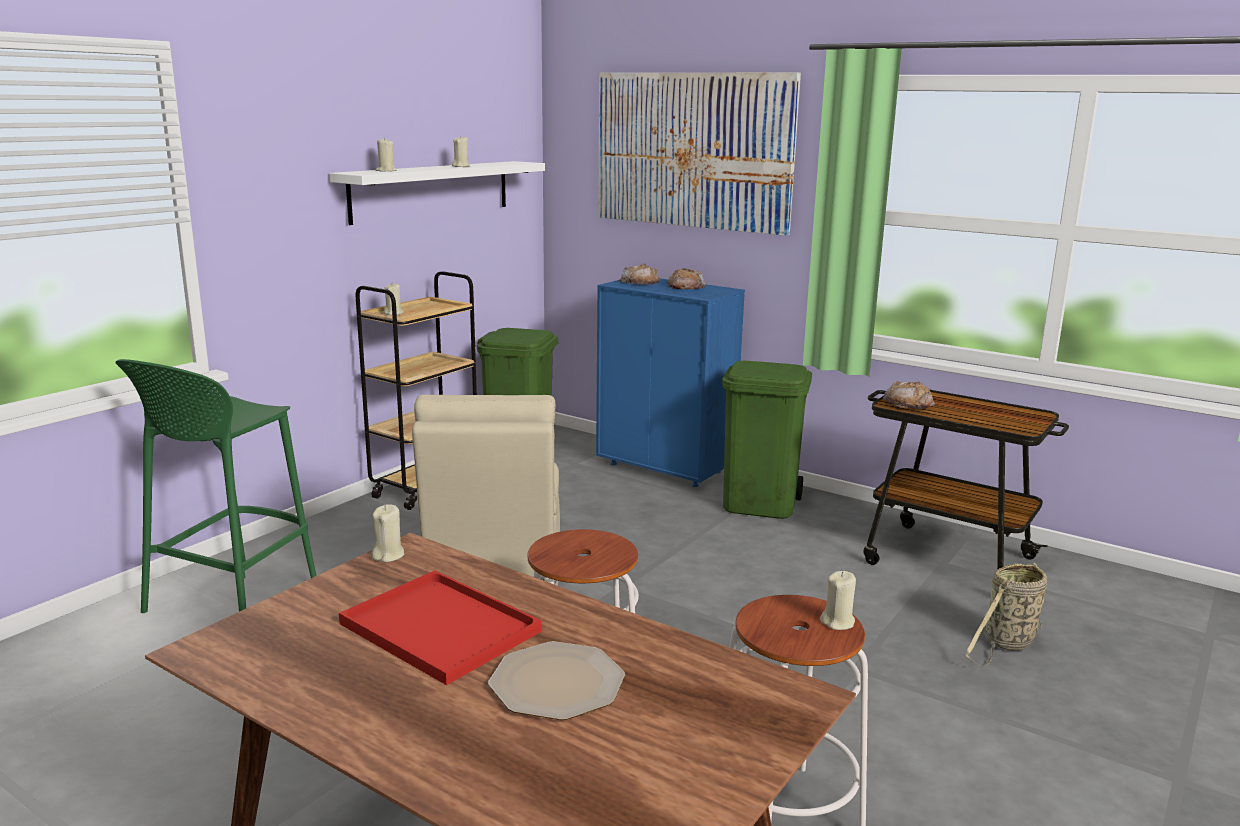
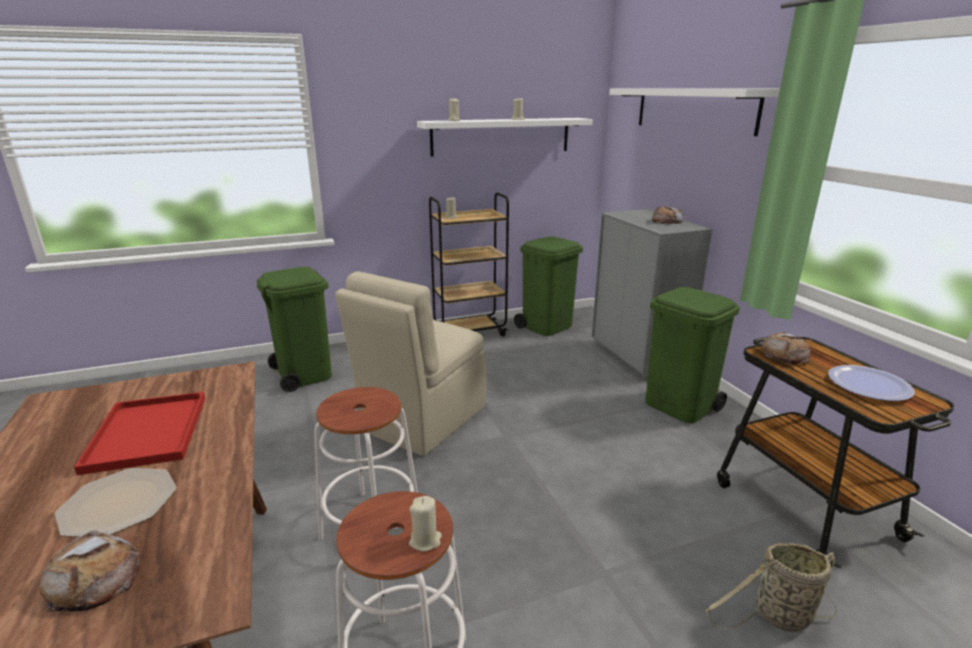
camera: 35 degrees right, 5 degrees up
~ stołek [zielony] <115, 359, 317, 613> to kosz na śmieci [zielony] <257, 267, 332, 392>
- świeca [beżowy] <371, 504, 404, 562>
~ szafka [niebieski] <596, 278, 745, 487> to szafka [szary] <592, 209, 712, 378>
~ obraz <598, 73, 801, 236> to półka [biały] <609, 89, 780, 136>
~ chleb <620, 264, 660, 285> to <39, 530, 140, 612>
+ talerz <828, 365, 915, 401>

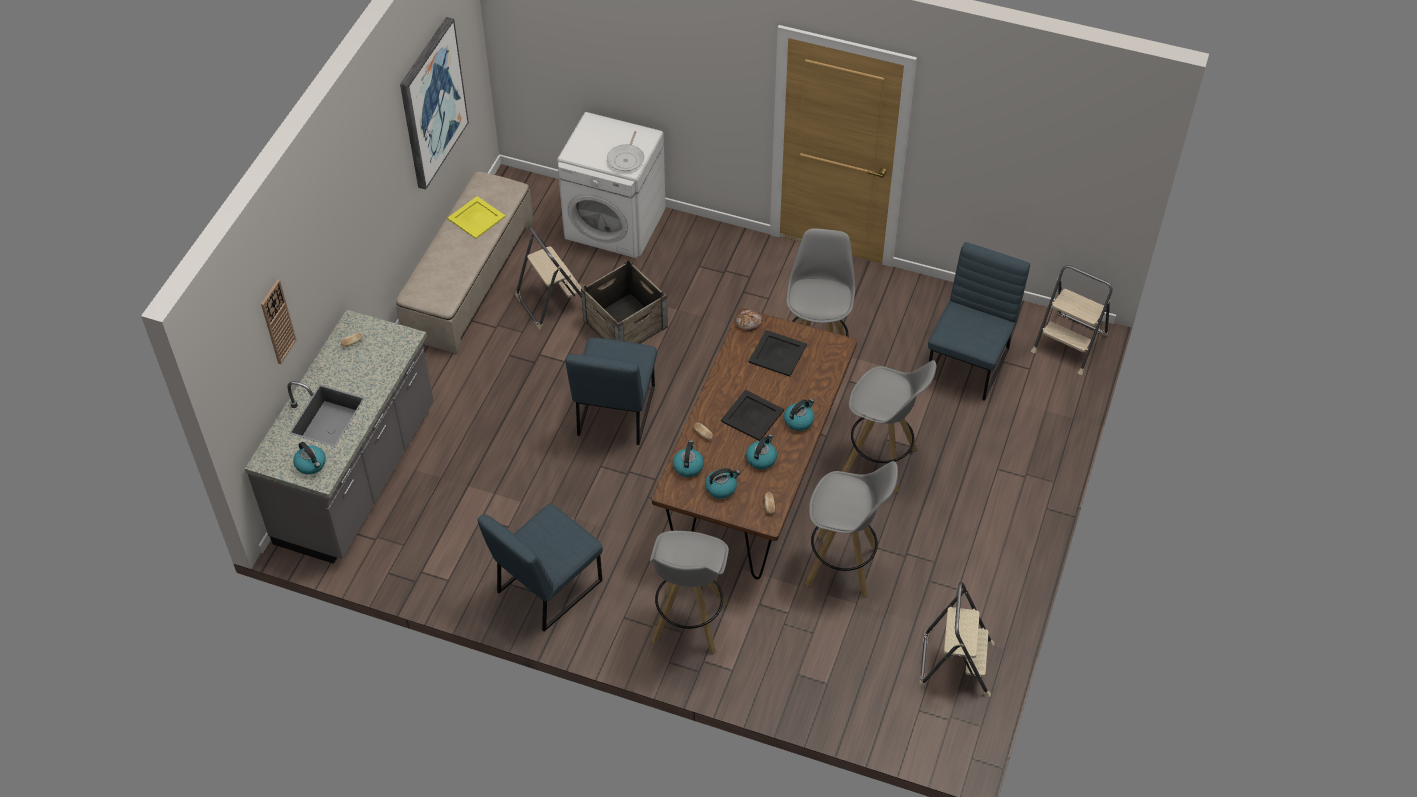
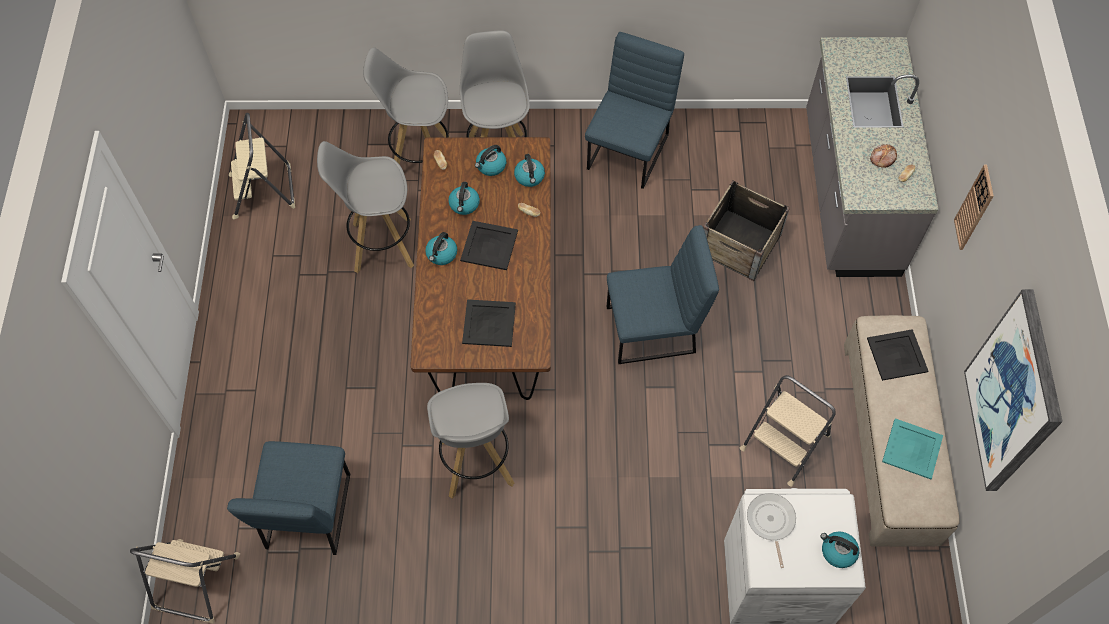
camera: 160 degrees right, 10 degrees up
~ zegar ścienny <261, 279, 296, 364> to <954, 164, 994, 250>
~ czajnik <293, 442, 326, 475> to <820, 531, 859, 568>
~ taca [żółty] <448, 196, 506, 239> to taca [turkusowy] <882, 418, 943, 479>
~ krzesło [niebieski] <565, 338, 657, 445> = <607, 225, 719, 364> 90 degrees clockwise
~ skrzynka <581, 260, 668, 344> to <703, 180, 790, 281>
~ chleb <736, 310, 763, 331> to <870, 144, 897, 168>
~ stołek [szary] <842, 360, 936, 493> to <363, 48, 450, 165>
+ taca [czarny] <867, 329, 928, 381>

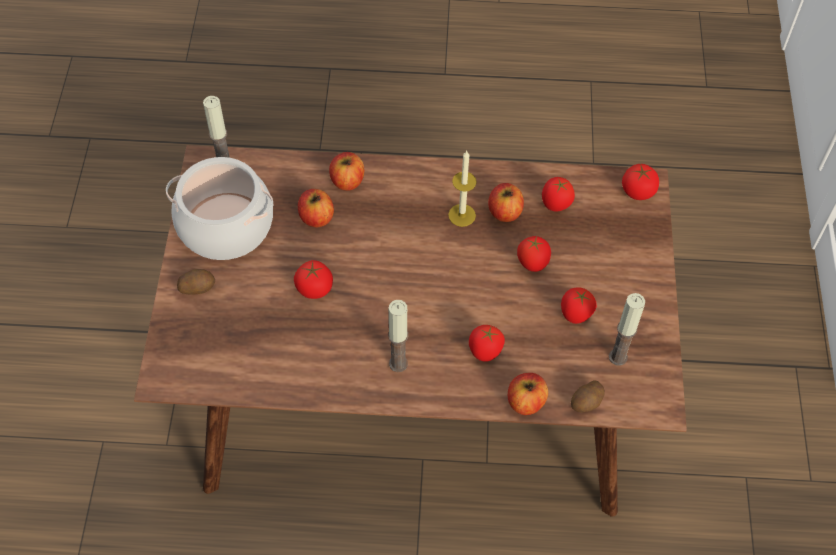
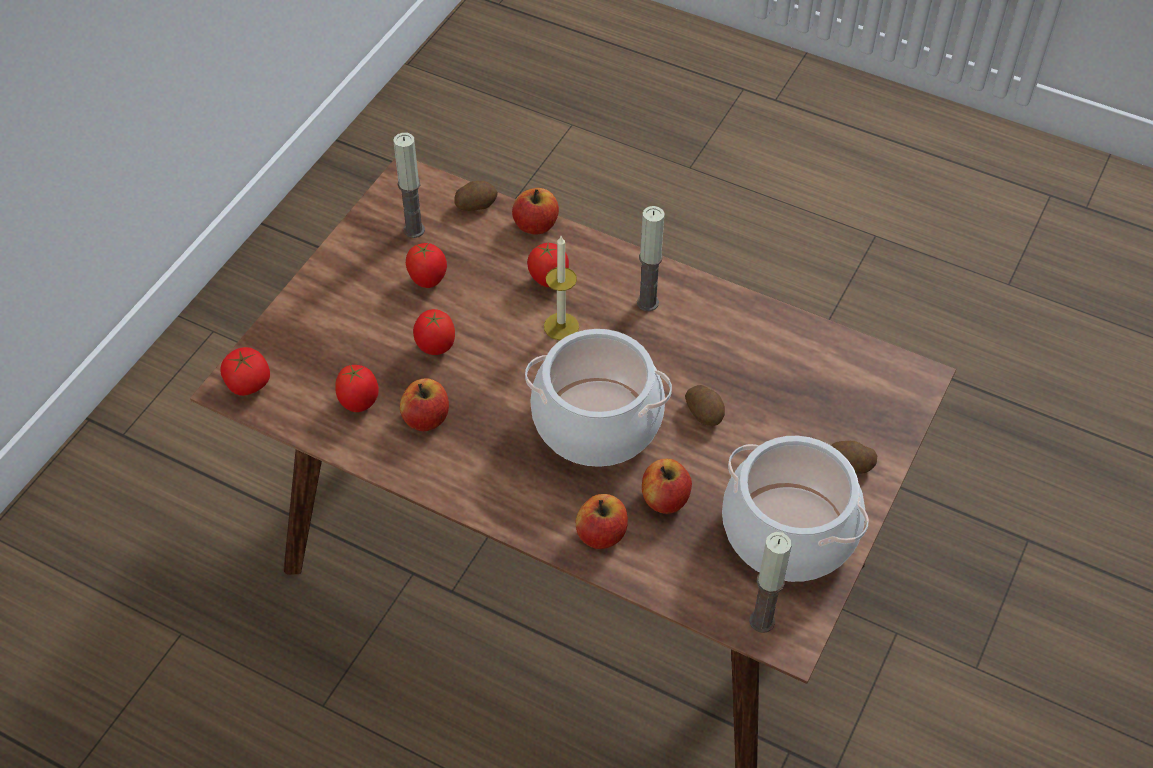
camera: 155 degrees left, 5 degrees down
~ pomidor <294, 260, 333, 299> to ziemniak <685, 385, 725, 426>
~ świeca <448, 151, 477, 227> to <544, 236, 579, 340>
+ garnek <525, 329, 672, 467>

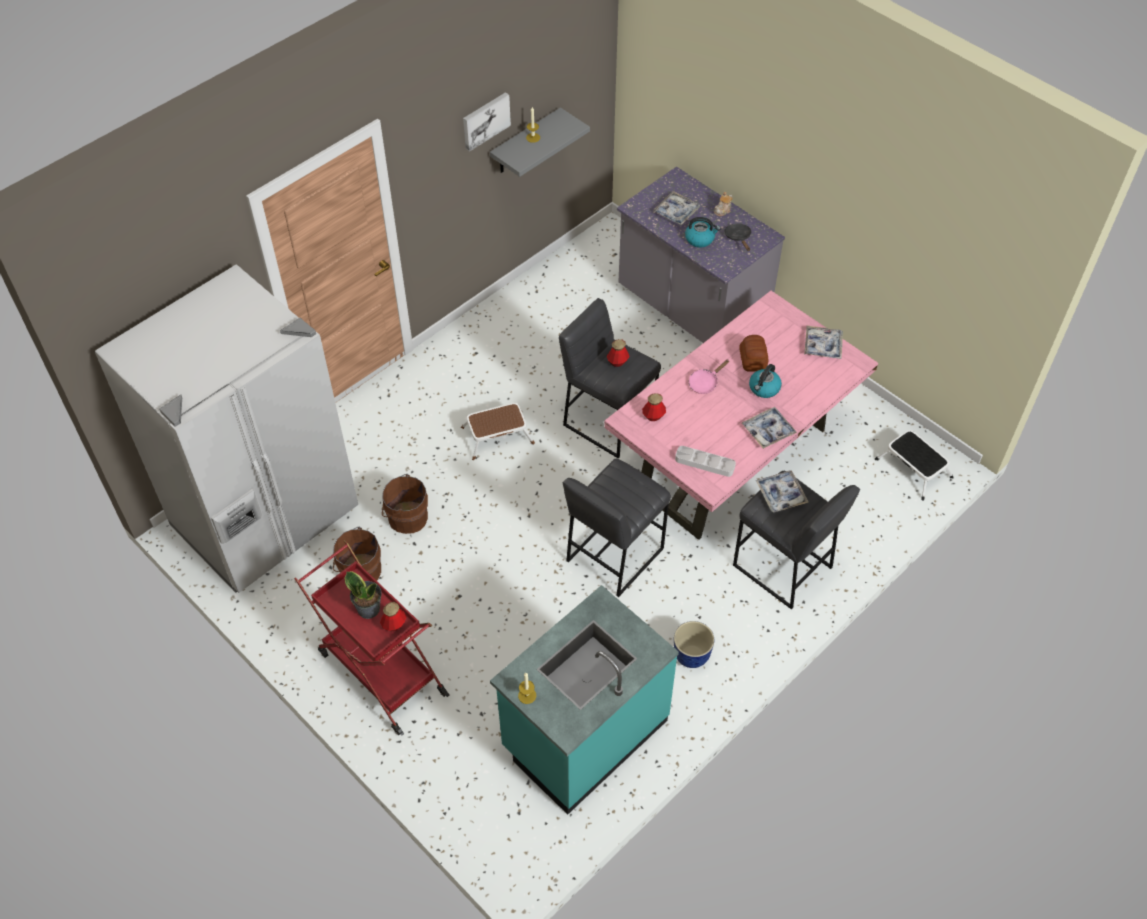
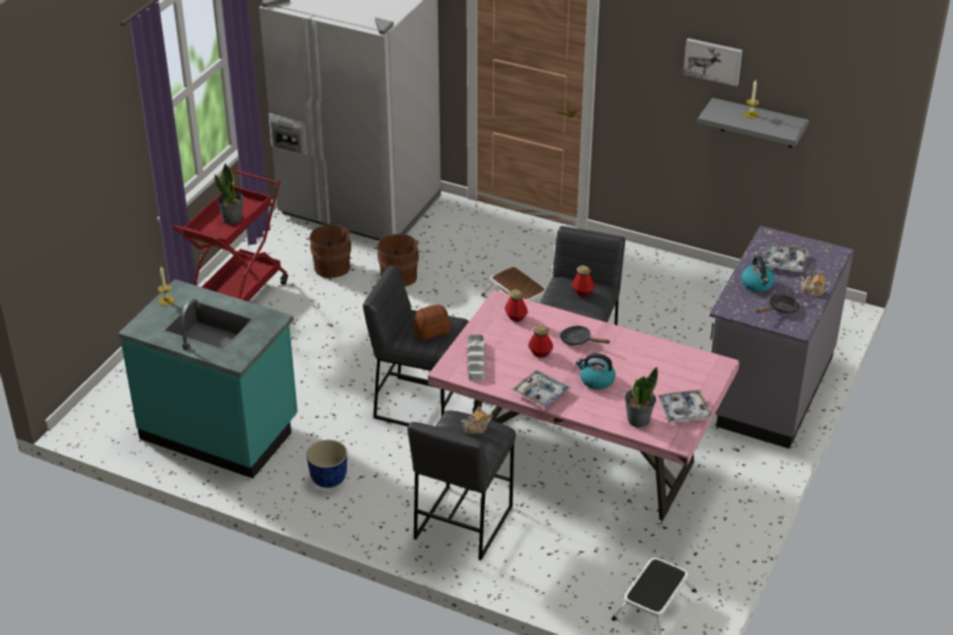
camera: 70 degrees right, 15 degrees down
~ butelka <380, 602, 407, 631> to <528, 325, 553, 358>
~ patelnia [różowy] <689, 360, 729, 394> to patelnia [czarny] <560, 326, 611, 346>
~ chleb <739, 335, 768, 372> to <413, 305, 451, 340>
~ taca <756, 470, 808, 513> to imbryk <461, 406, 492, 434>
+ roślina doniczkowa <625, 367, 658, 427>

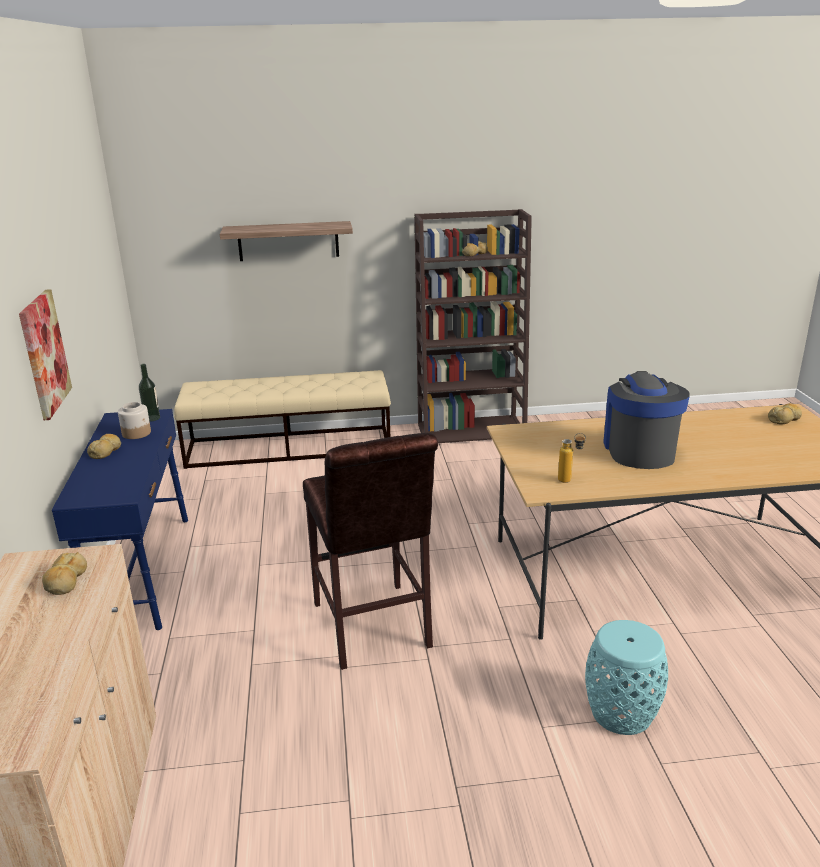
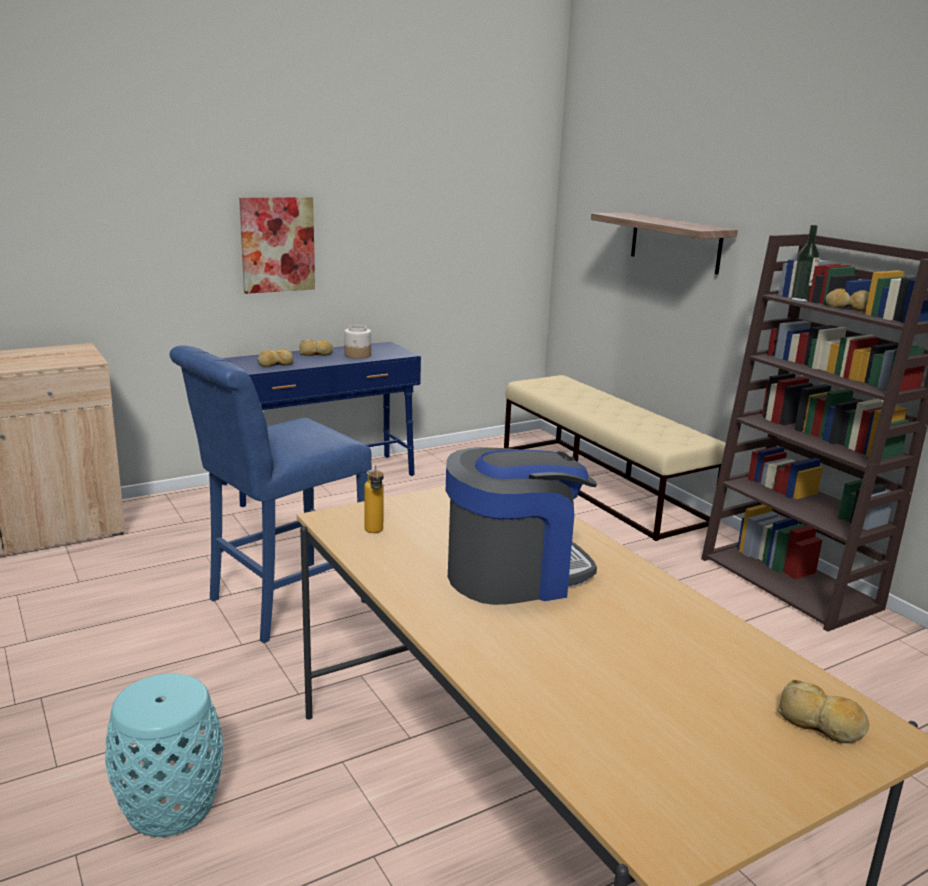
camera: 65 degrees right, 5 degrees down
~ chleb <42, 552, 87, 595> to <257, 349, 294, 367>
~ butelka <139, 364, 160, 422> to <791, 225, 820, 302>
~ stołek [brązowy] <303, 433, 438, 670> to stołek [niebieski] <170, 345, 372, 643>

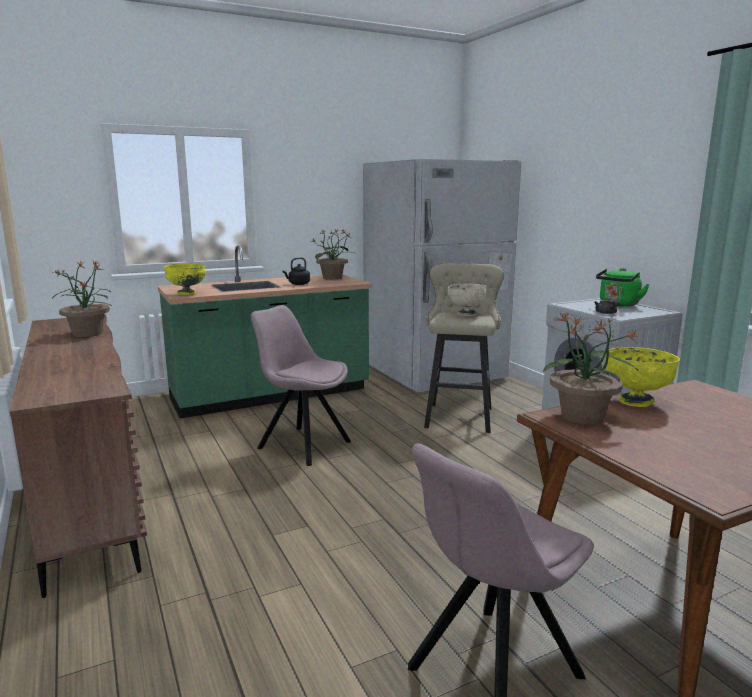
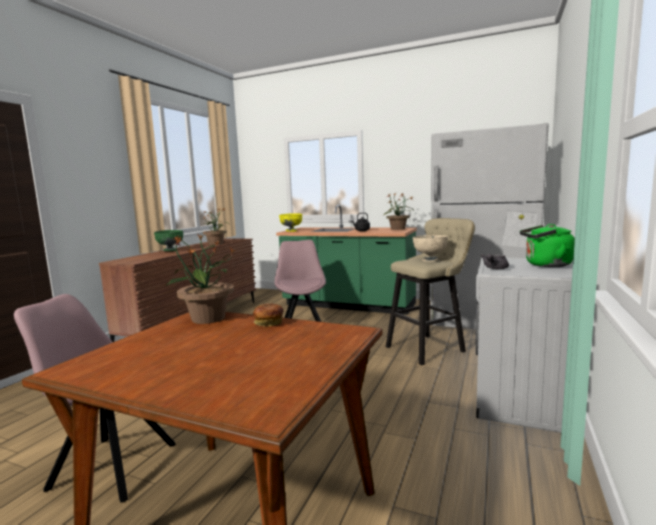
camera: 50 degrees right, 5 degrees down
~ miska [żółty] <605, 347, 680, 407> to chleb <253, 303, 284, 327>
+ miska [zielony] <154, 230, 183, 251>

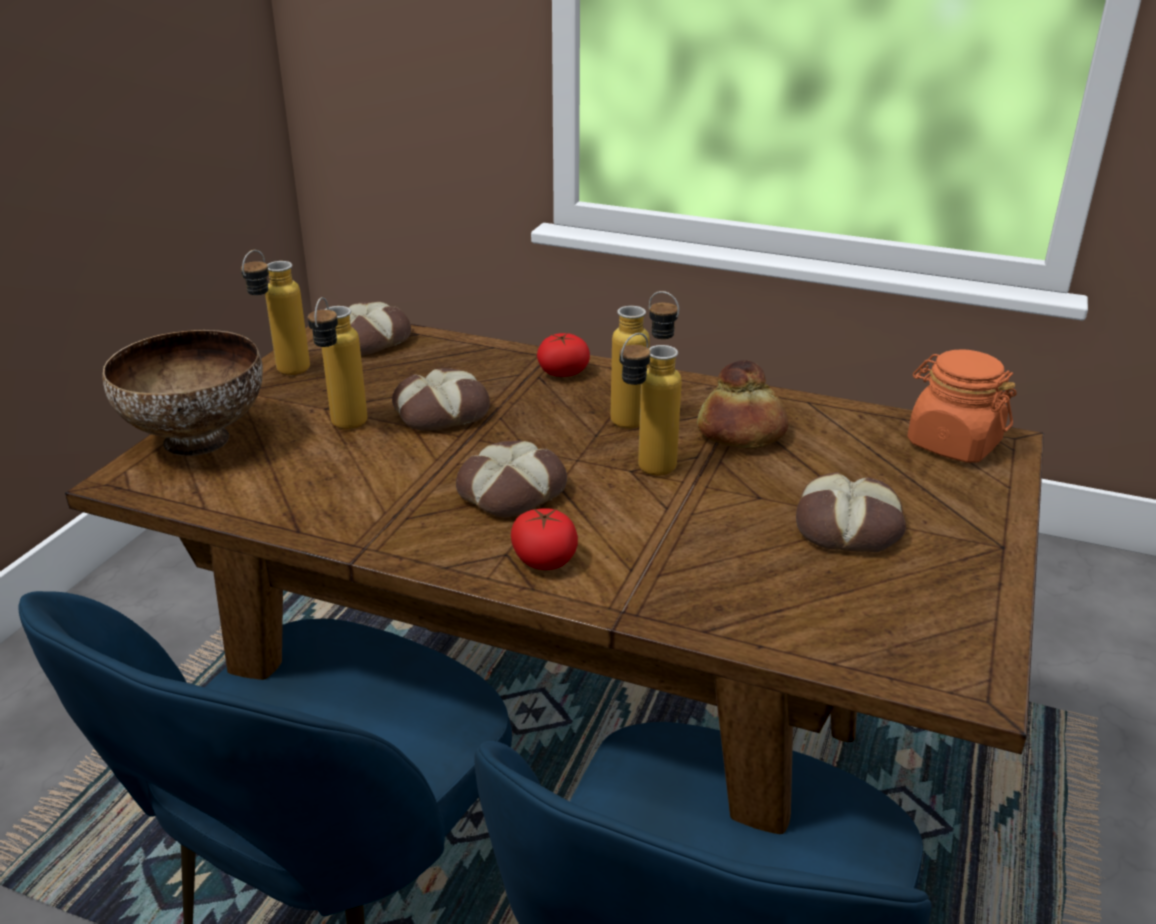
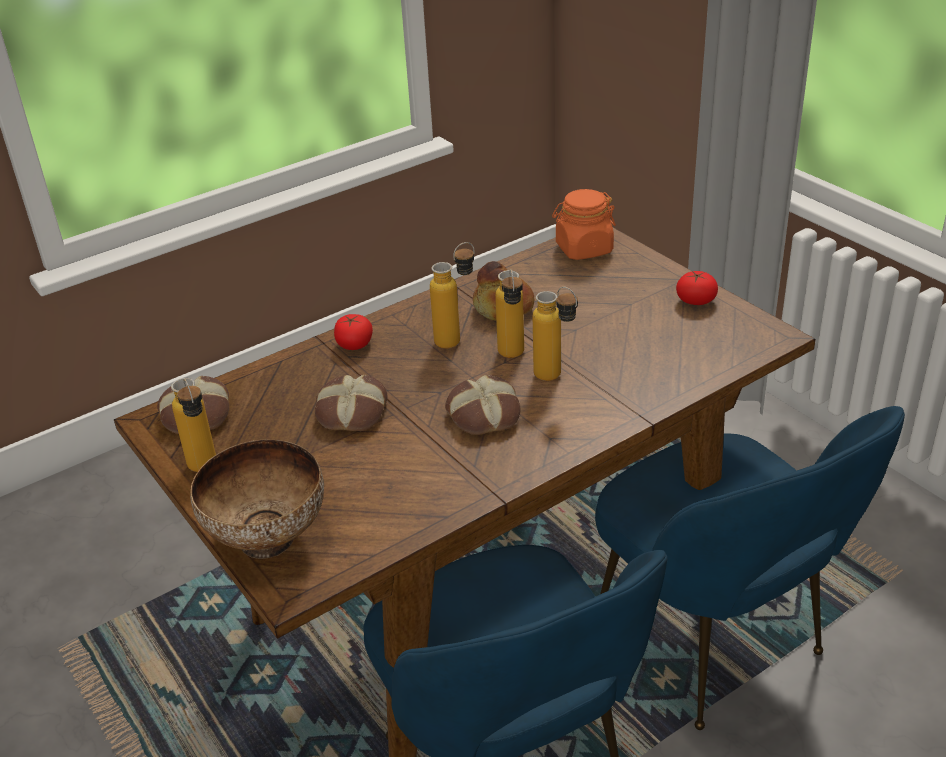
camera: 55 degrees left, 5 degrees up
~ butelka <308, 297, 367, 429> to <533, 287, 578, 381>
~ pomidor <511, 508, 578, 570> to <676, 270, 718, 305>
- chleb <796, 472, 906, 552>

